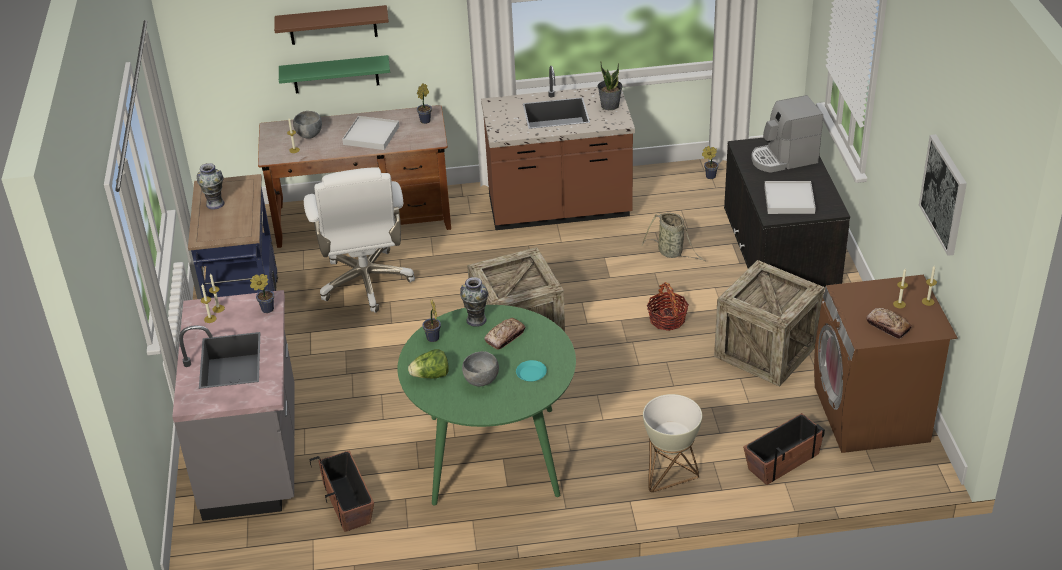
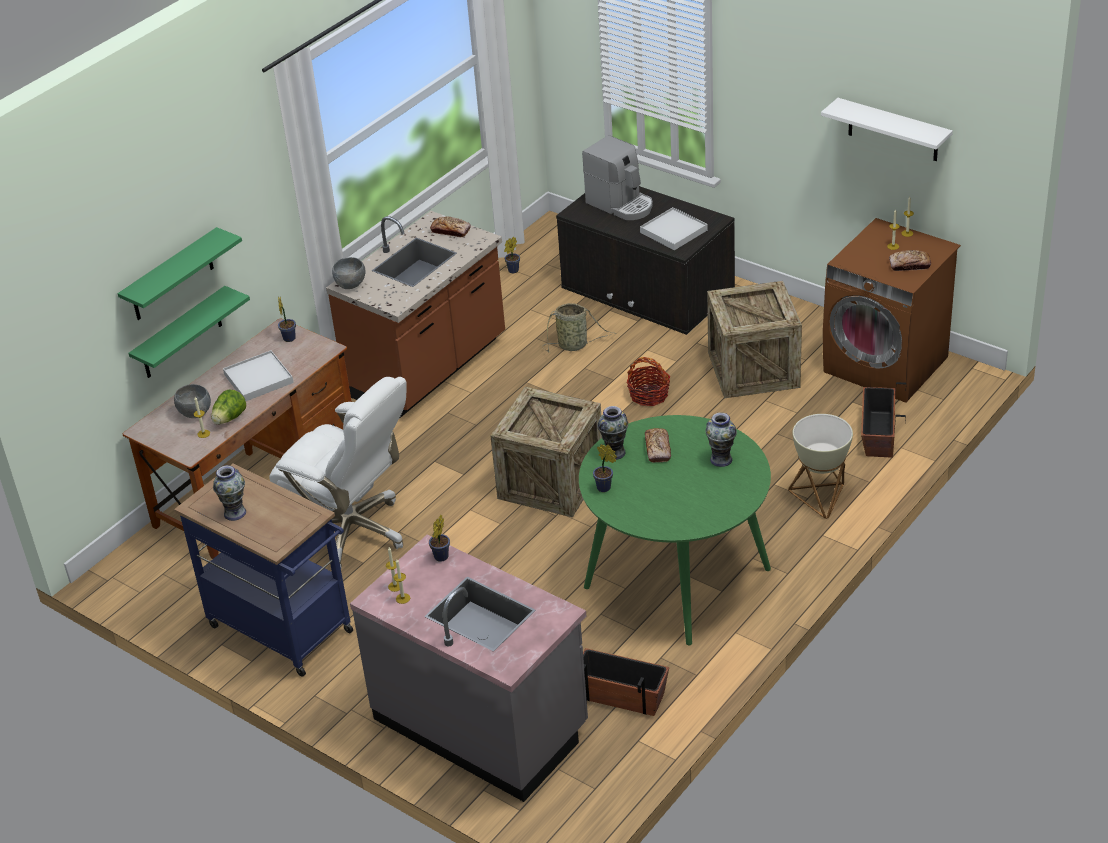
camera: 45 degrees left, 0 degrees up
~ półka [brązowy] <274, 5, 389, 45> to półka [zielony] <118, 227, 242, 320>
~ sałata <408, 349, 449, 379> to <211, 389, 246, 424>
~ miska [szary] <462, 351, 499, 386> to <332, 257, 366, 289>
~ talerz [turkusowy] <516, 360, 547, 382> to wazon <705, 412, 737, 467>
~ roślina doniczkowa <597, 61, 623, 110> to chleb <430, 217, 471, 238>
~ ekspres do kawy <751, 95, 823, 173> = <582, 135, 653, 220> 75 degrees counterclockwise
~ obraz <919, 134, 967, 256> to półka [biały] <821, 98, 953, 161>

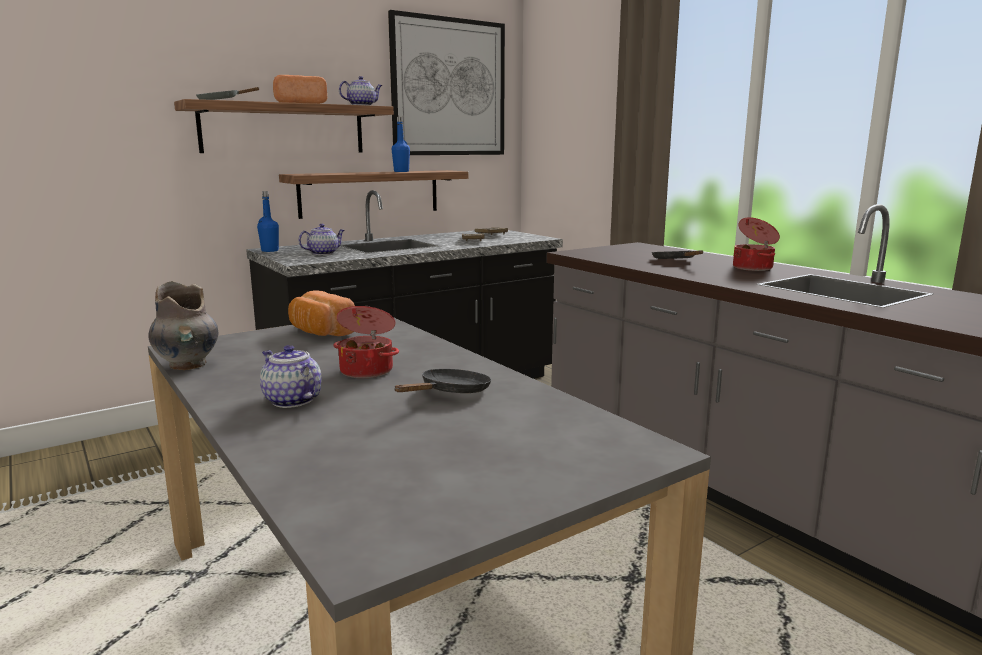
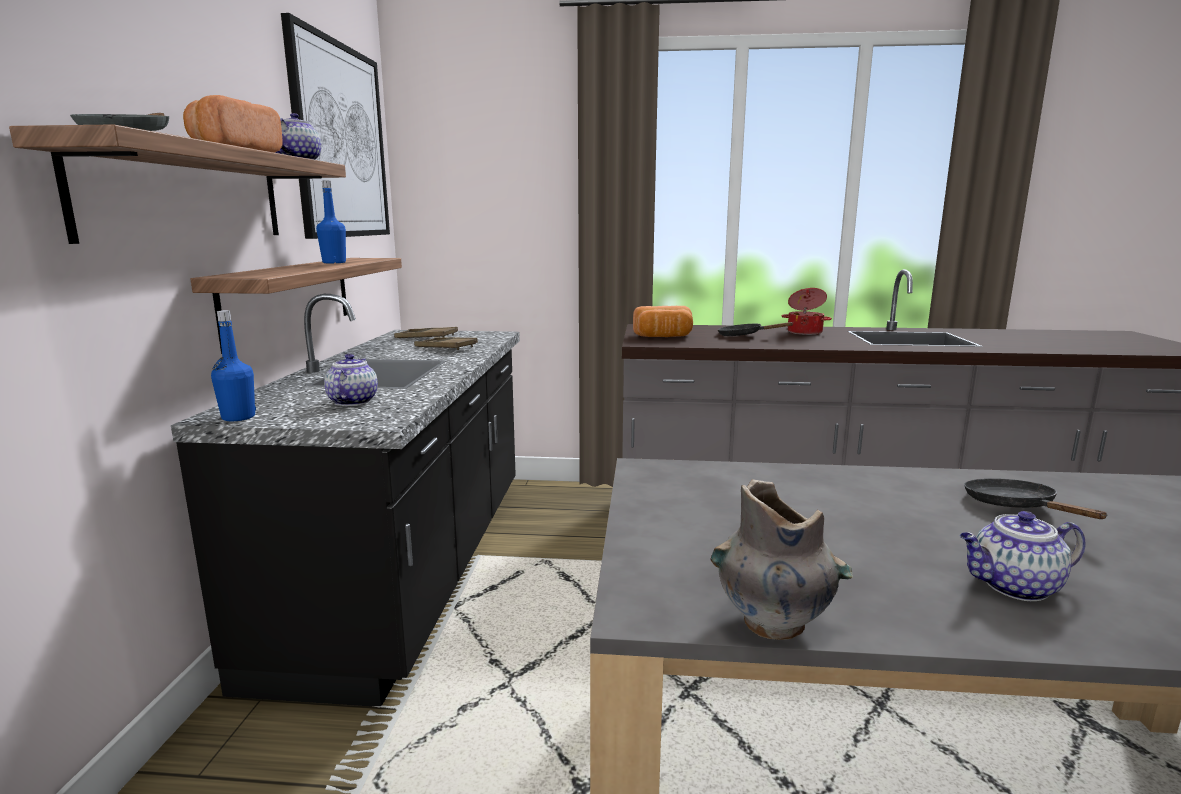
camera: 50 degrees left, 0 degrees up
~ chleb <288, 290, 355, 336> to <633, 306, 693, 337>
- garnek <333, 306, 399, 378>

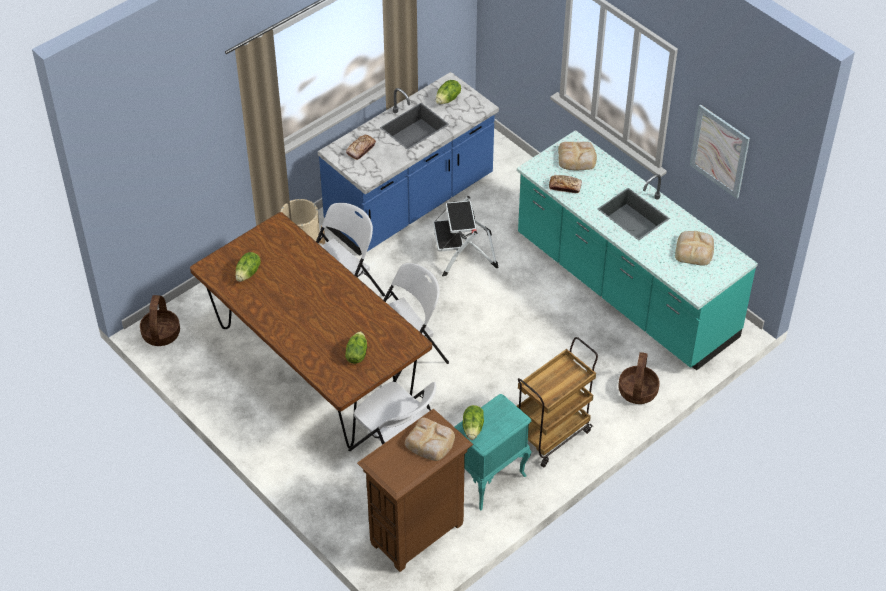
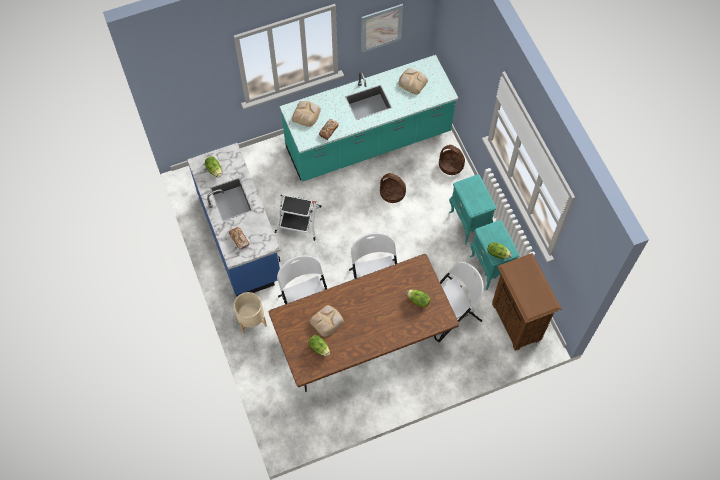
camera: 70 degrees left, 15 degrees up
~ koszyk <140, 295, 180, 346> to <380, 173, 406, 203>
~ chleb <405, 417, 455, 461> to <310, 305, 344, 337>
~ wózek [brązowy] <517, 337, 598, 467> to szafka nocna [turkusowy] <449, 174, 496, 245>

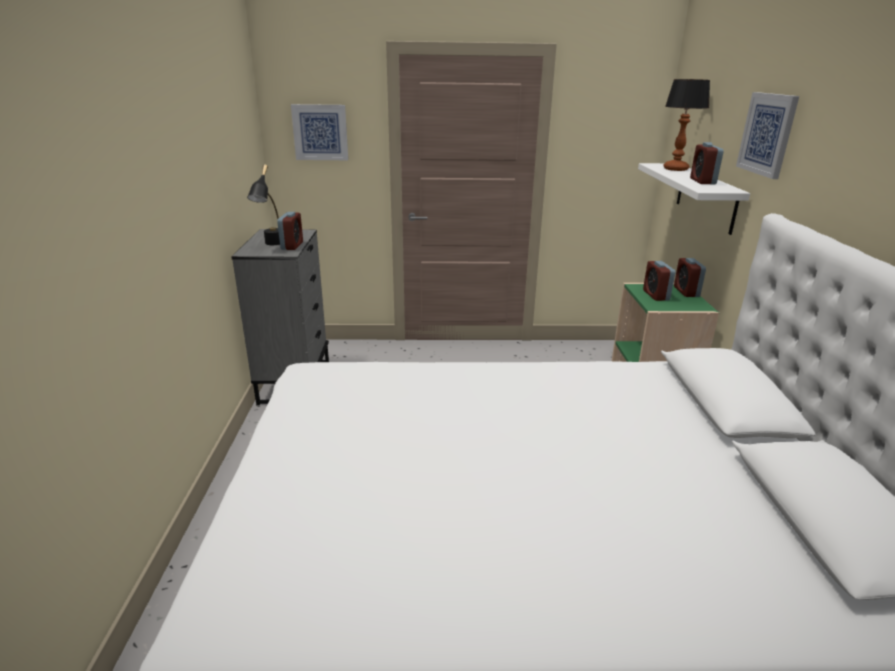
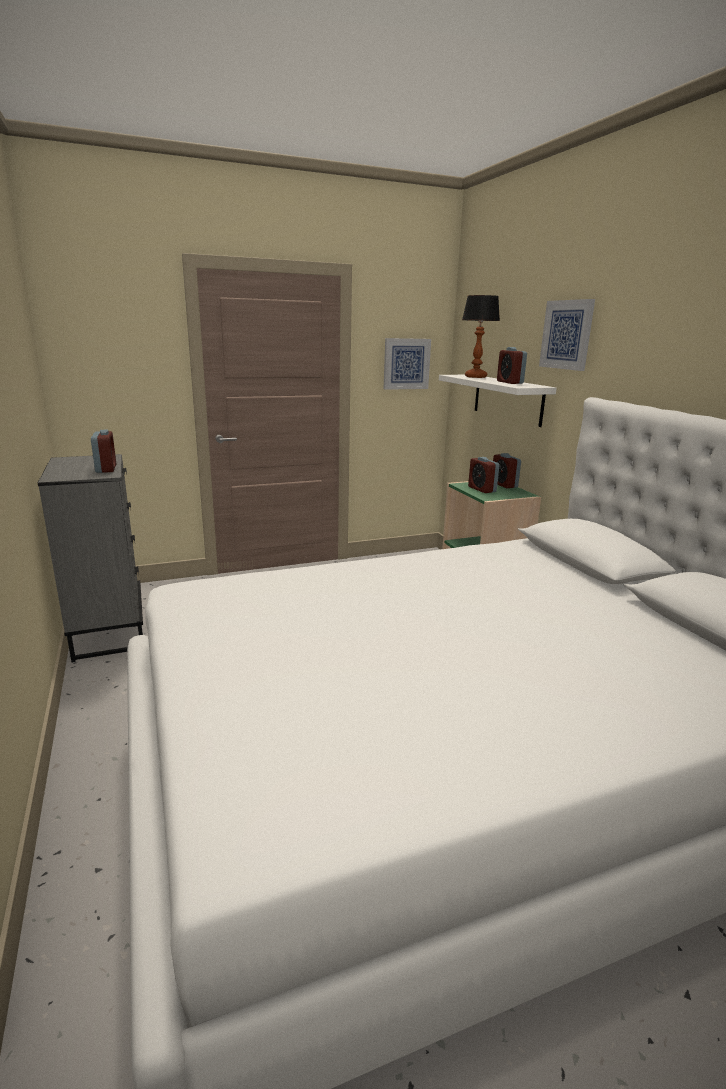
camera: 20 degrees left, 5 degrees down
- lampa stołowa [czarny] <247, 165, 280, 245>
~ obraz <291, 104, 348, 160> to <384, 338, 431, 390>

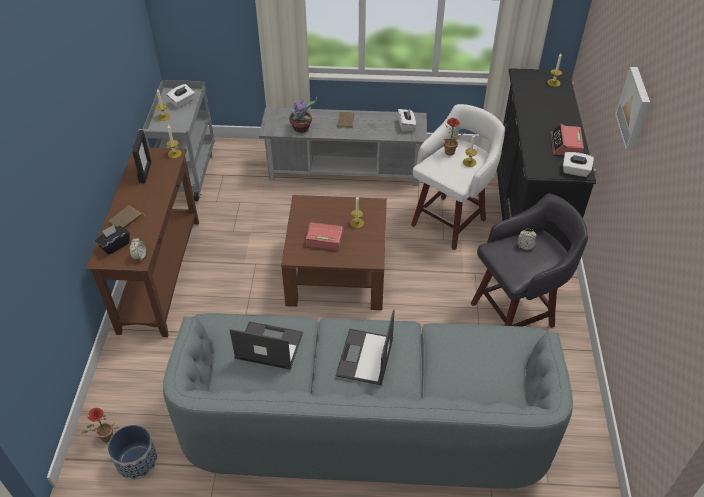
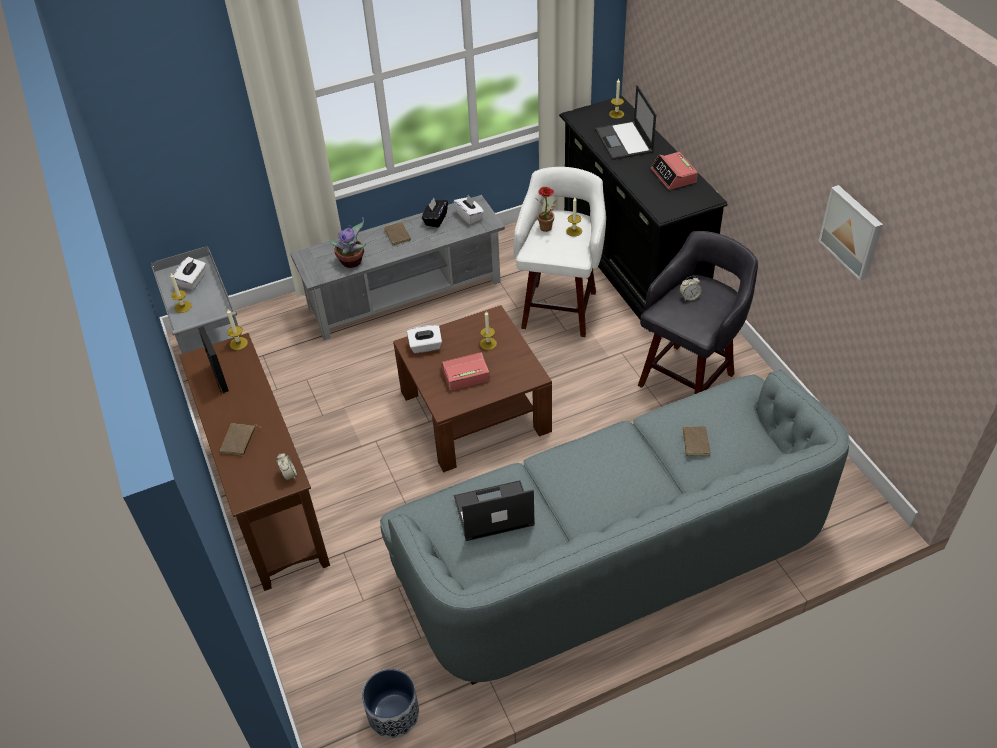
camera: 25 degrees left, 0 degrees up
- roślina doniczkowa <81, 408, 119, 442>
~ pudełko chusteczek [czarny] <95, 225, 129, 255> to <422, 198, 448, 228>
~ laptop <336, 309, 395, 385> to <595, 85, 656, 160>
~ pudełko chusteczek [biały] <563, 152, 594, 177> to <407, 325, 442, 353>
~ obraz <615, 67, 650, 150> to <818, 185, 883, 281>
+ książka [brązowy] <680, 426, 711, 456>

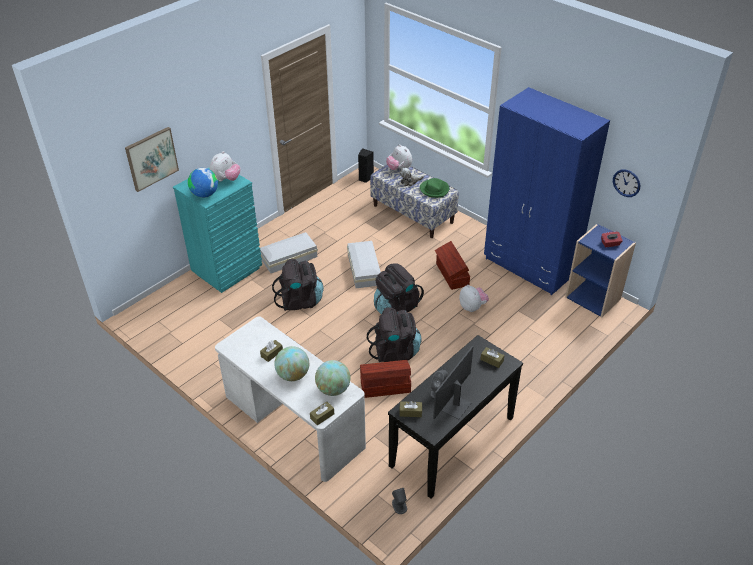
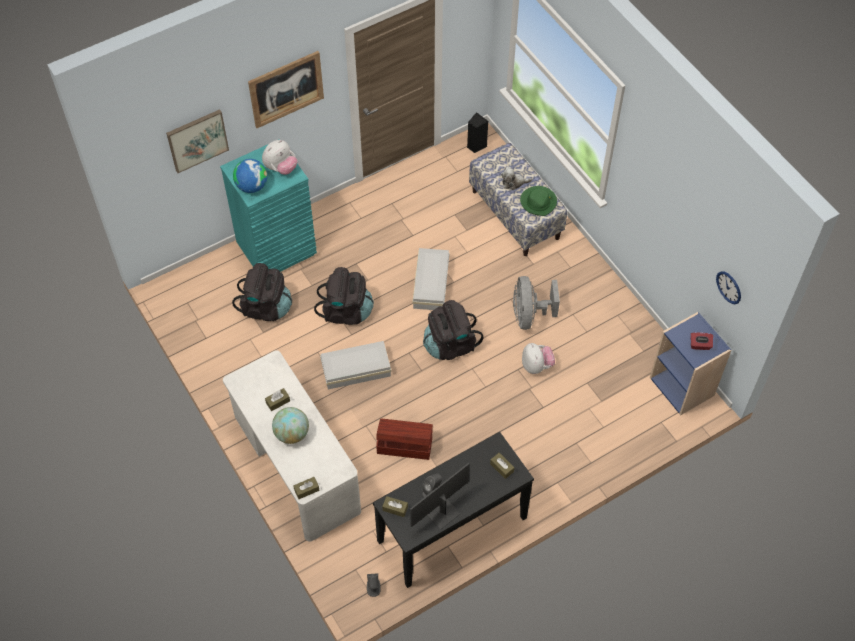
camera: 15 degrees right, 15 degrees up
~ pojemnik do przechowywania [biały] <260, 232, 318, 273> to <320, 341, 391, 389>
- globus <315, 360, 350, 396>
~ plecak [czarny] <367, 307, 422, 362> to <232, 263, 292, 321>
- pluszak <386, 144, 412, 170>
~ pojemnik do przechowywania [brązowy] <435, 241, 470, 290> to wentylator [szary] <513, 276, 560, 330>
- szafa [niebieski] <484, 87, 610, 295>
+ obraz <248, 51, 324, 128>

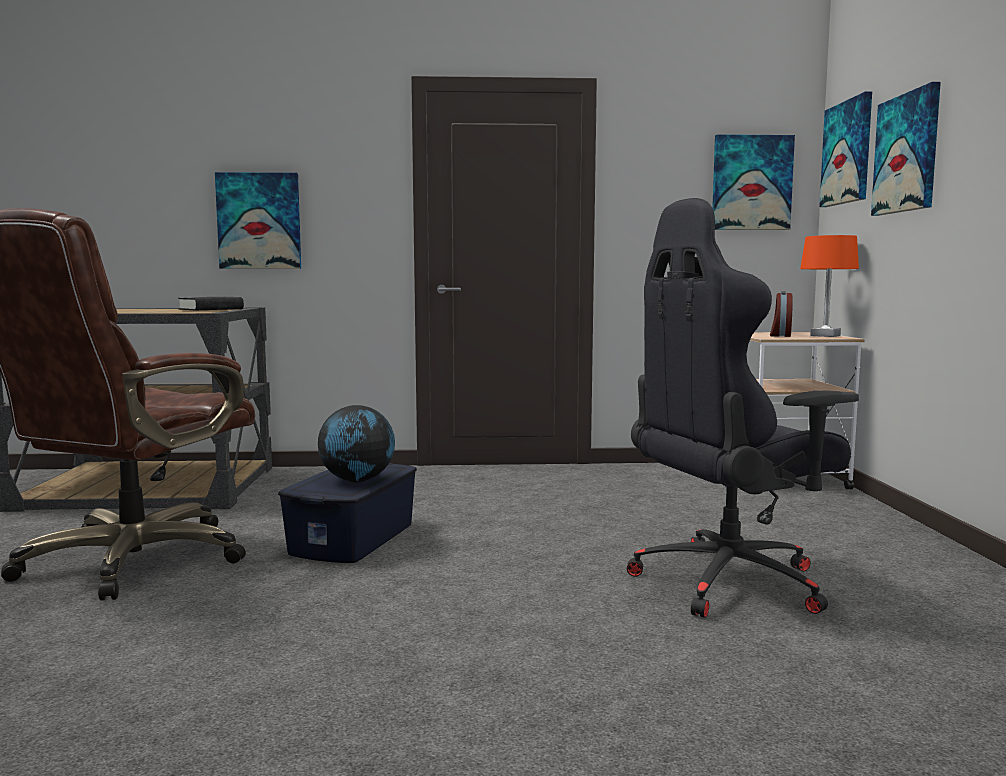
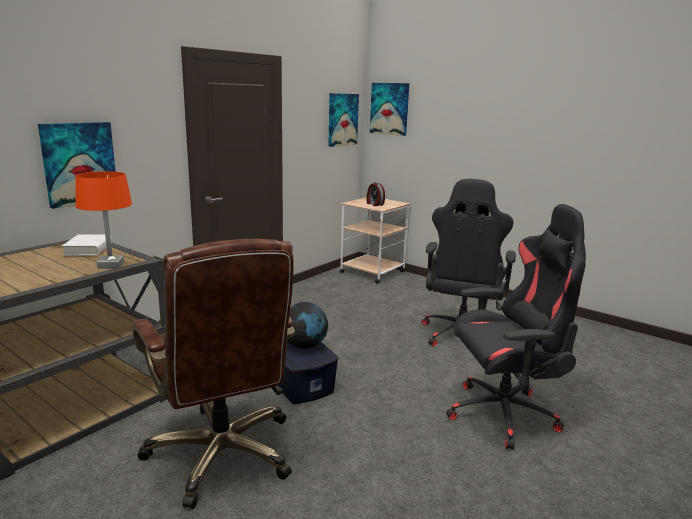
camera: 50 degrees left, 10 degrees up
~ książka [czarny] <178, 297, 244, 310> to książka [biały] <62, 234, 112, 256>
~ lampa stołowa [pomarańczowy] <800, 235, 859, 337> to <75, 171, 132, 269>
- obraz <871, 82, 941, 216>
+ krzesło biurowe [czarny] <446, 204, 586, 449>

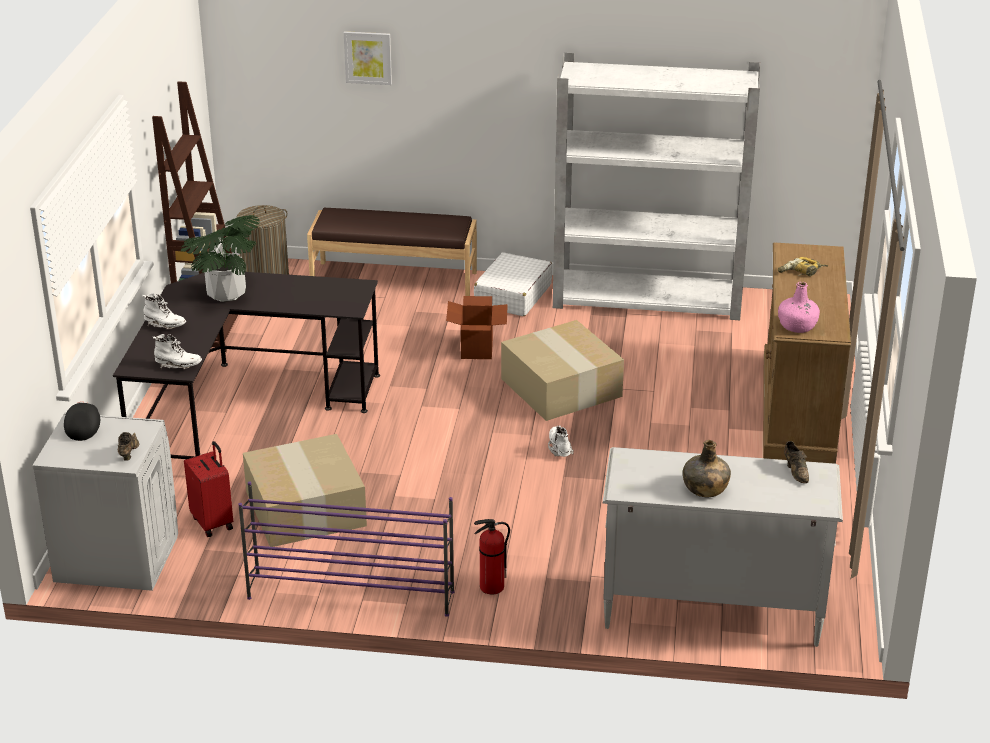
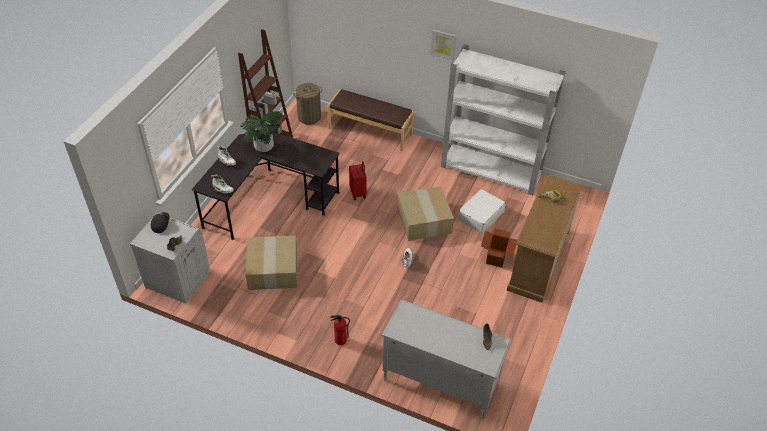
camera: 15 degrees right, 15 degrees up
~ walizka [czerwony] <184, 441, 233, 537> to <349, 161, 366, 200>
- regał na buty [fioletowy] <238, 481, 454, 617>
~ obraz <344, 31, 392, 85> to <431, 30, 457, 61>
~ karton <446, 296, 508, 359> to <481, 229, 517, 268>
~ walizka [biały] <474, 252, 552, 316> to <457, 189, 506, 234>
- butelka [zielony] <683, 440, 731, 497>
- butelka [różowy] <778, 281, 820, 333>

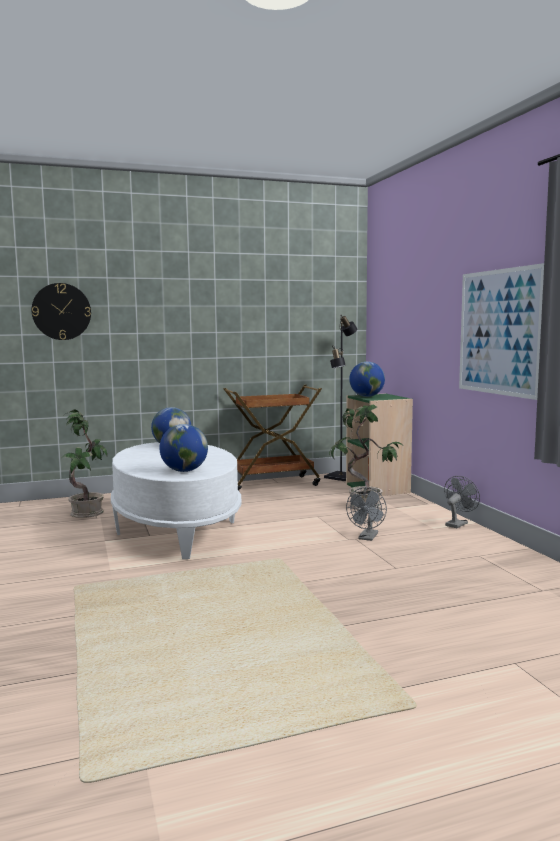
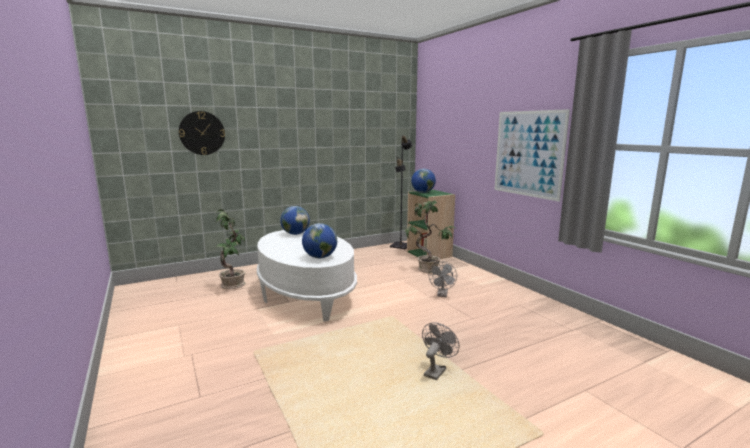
camera: 10 degrees left, 5 degrees up
- wózek [brązowy] <223, 385, 322, 491>
~ wentylator [szary] <444, 476, 480, 528> to <422, 323, 460, 380>

